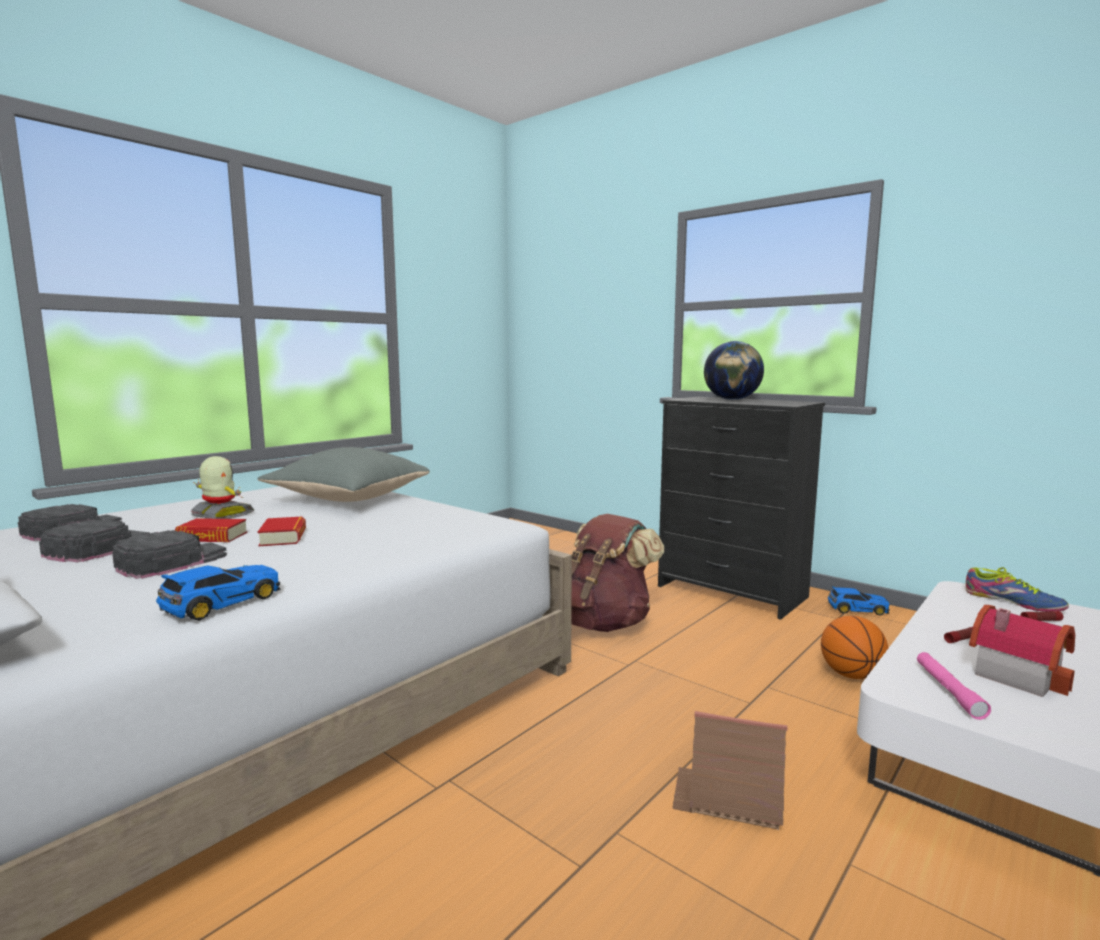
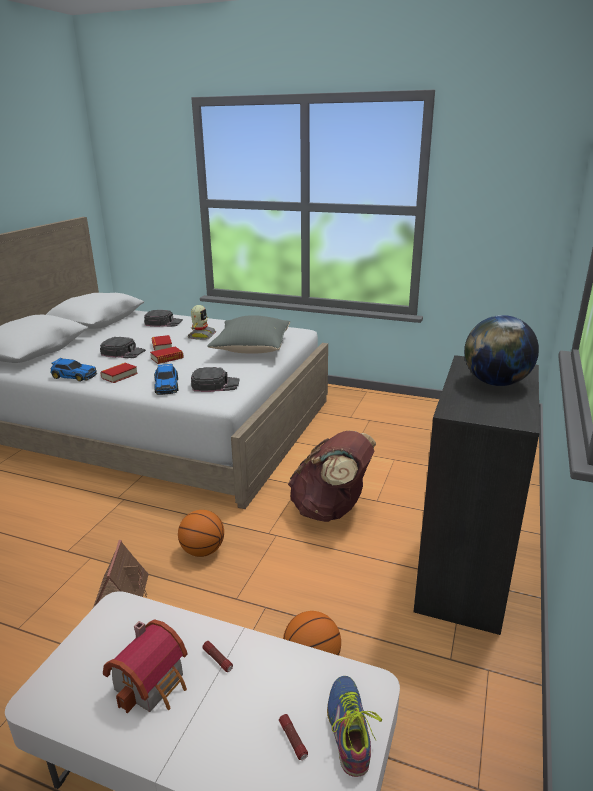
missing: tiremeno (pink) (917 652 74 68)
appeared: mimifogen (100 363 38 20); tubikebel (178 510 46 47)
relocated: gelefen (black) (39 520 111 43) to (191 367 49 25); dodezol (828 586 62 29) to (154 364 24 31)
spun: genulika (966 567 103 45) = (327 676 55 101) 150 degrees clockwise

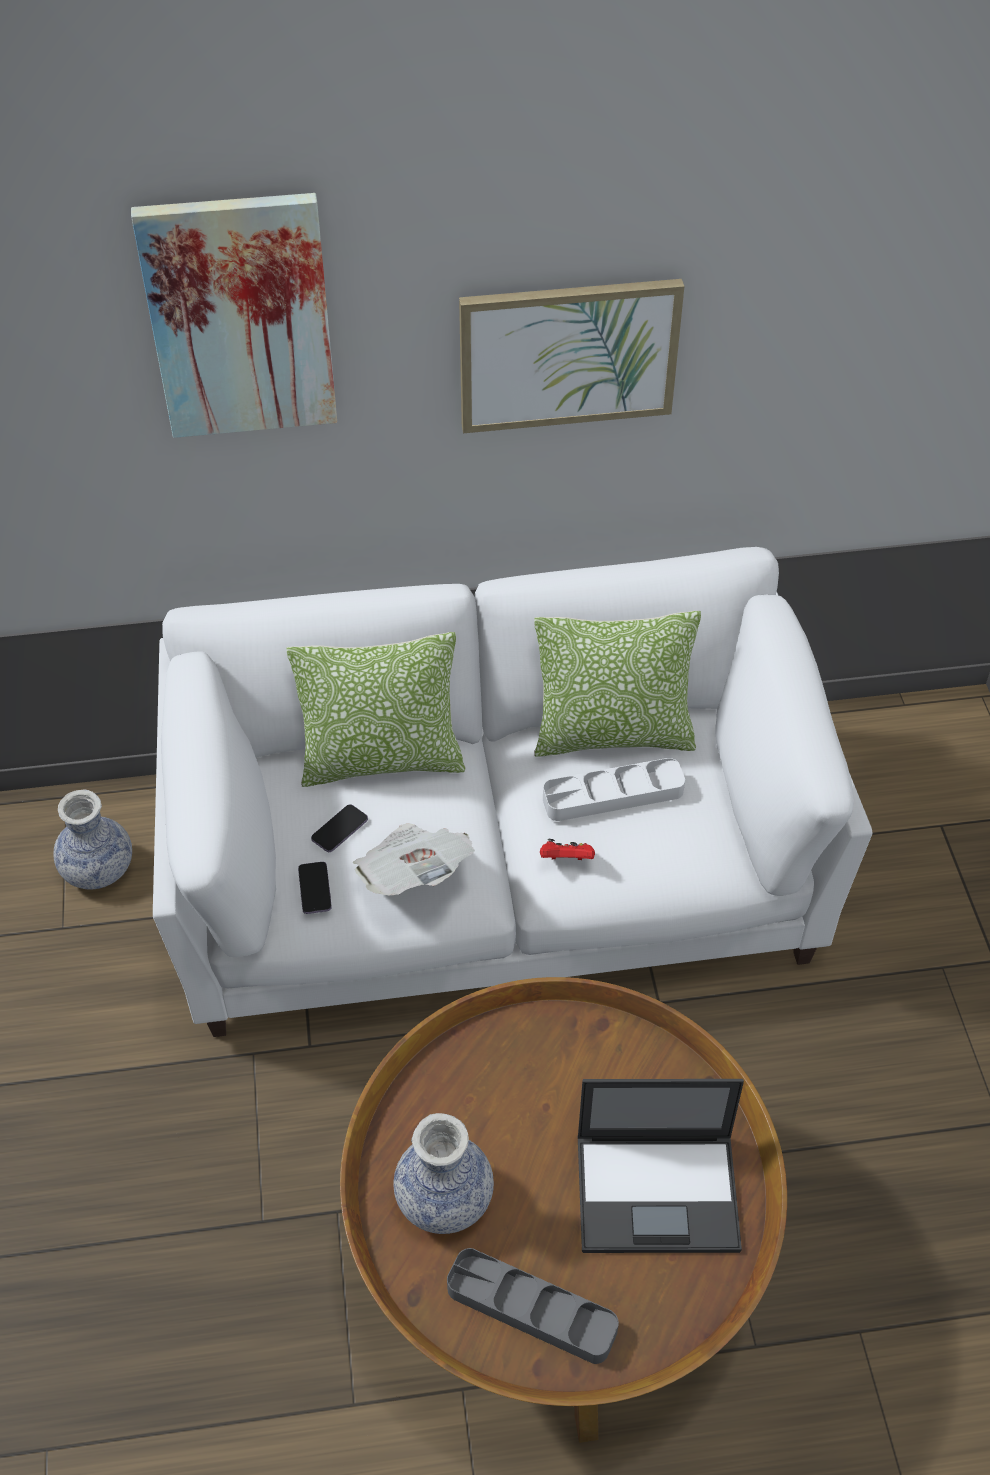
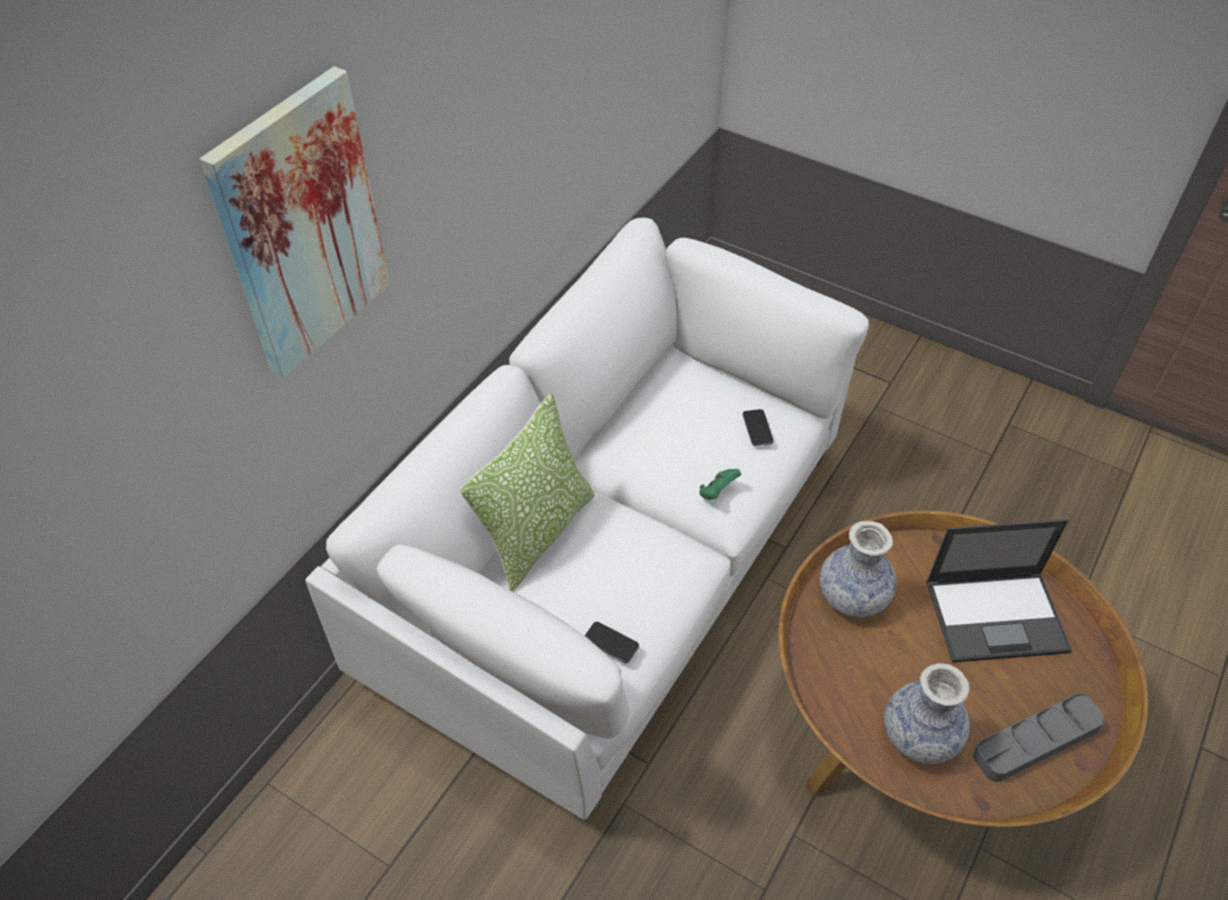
missing: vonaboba (353 823 122 72); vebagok (459 279 225 154); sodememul (534 611 167 146); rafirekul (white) (543 758 142 63)
relocated: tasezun (53 789 79 100) to (820 521 77 96); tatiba (311 804 57 48) to (743 409 31 37)
colour: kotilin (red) (540 839 55 21) to kotilin (green) (699 469 42 31)
spun: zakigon (578 1079 166 174) = (926 519 146 144) 45 degrees clockwise

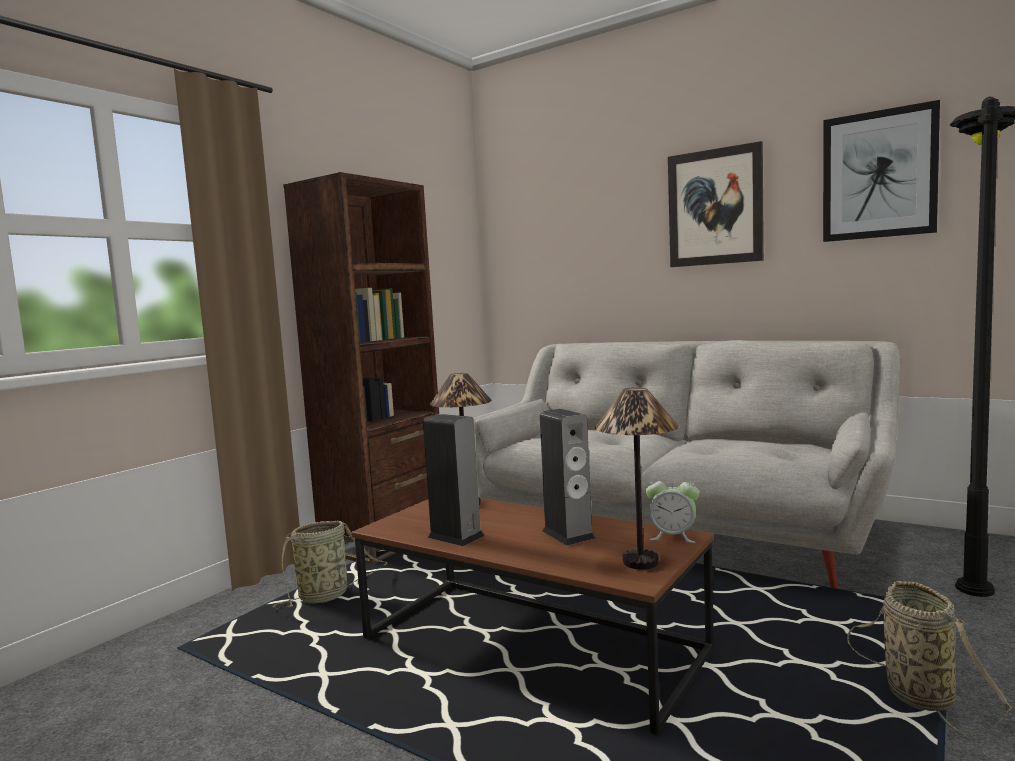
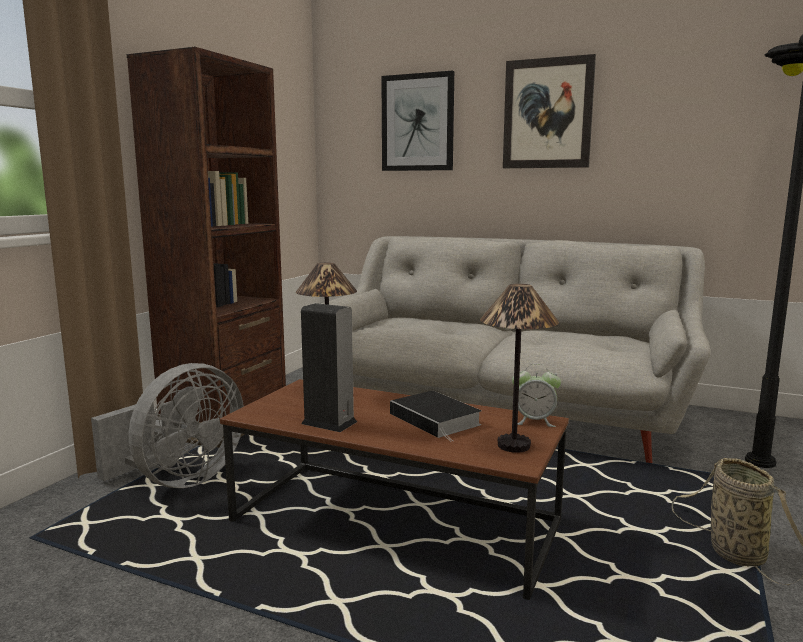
relocated: vebagok (823 100 117 142) to (381 71 73 100)
exchanged: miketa (273 521 115 87) to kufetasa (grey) (91 363 153 125); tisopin (540 409 56 136) to mimifogen (390 391 91 51)

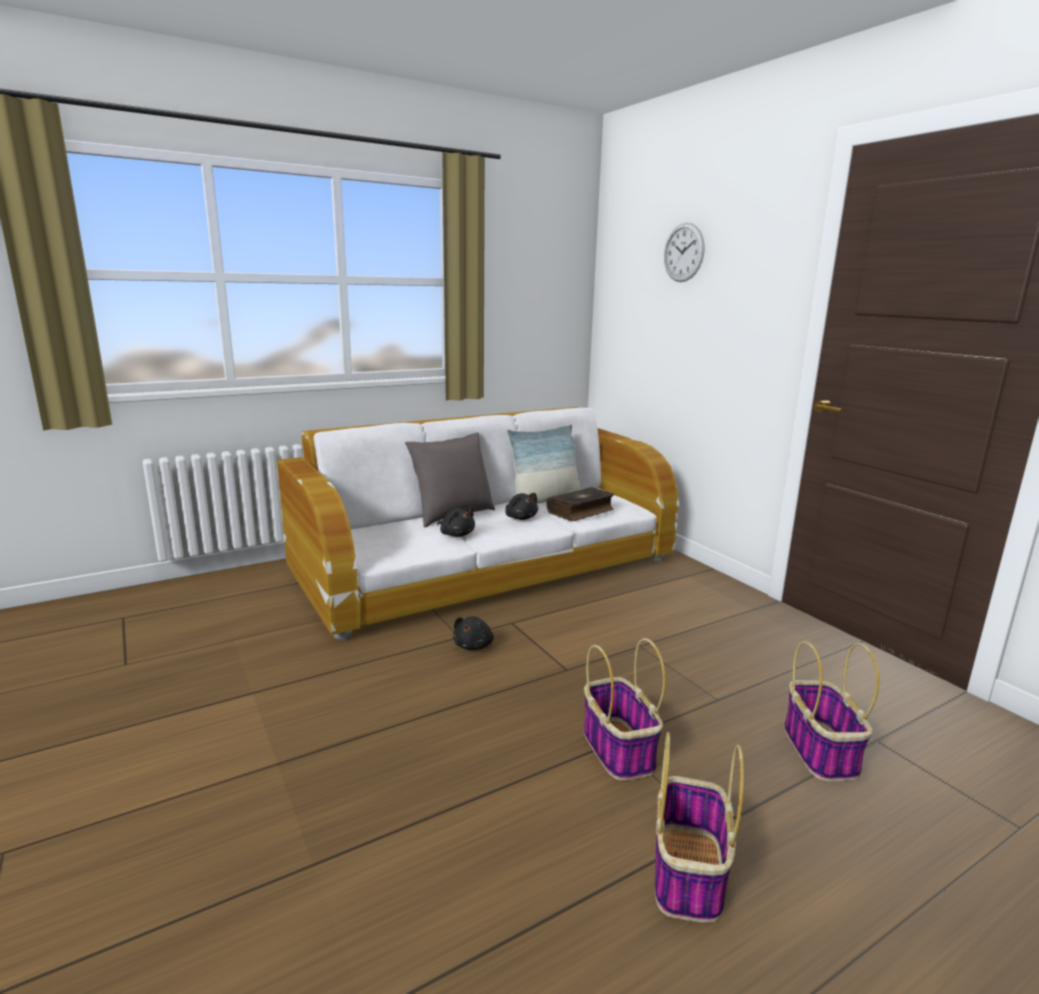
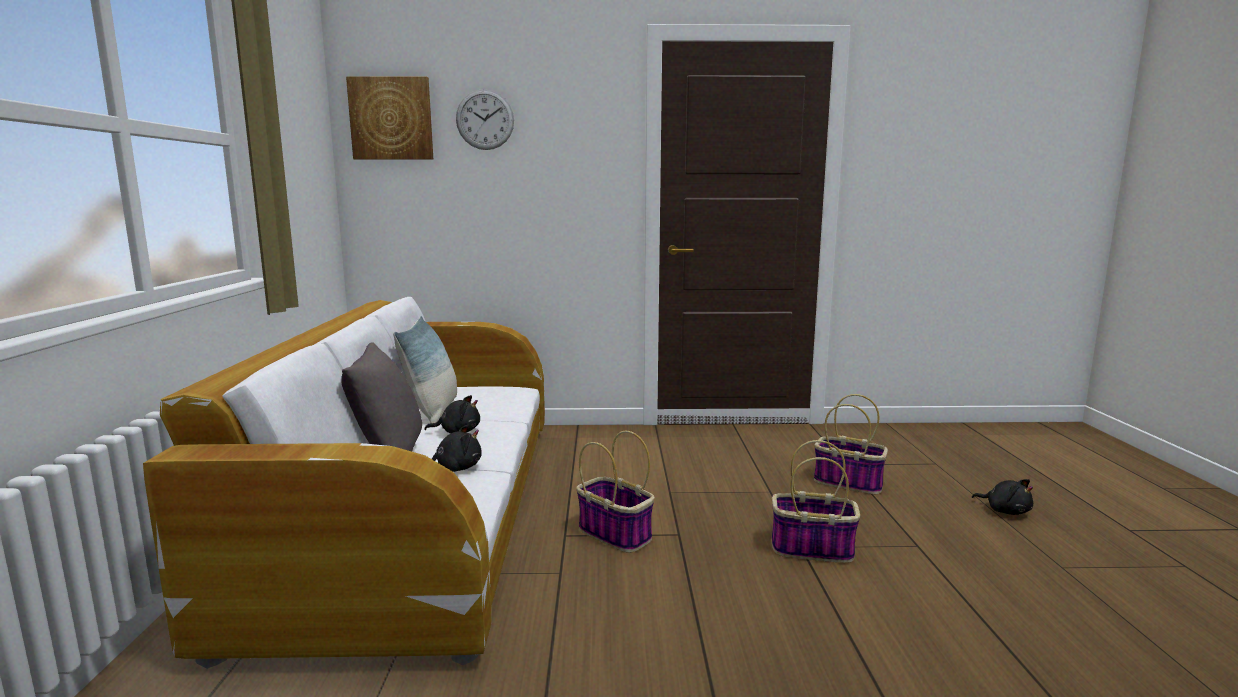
missing: mimifogen (547 487 68 34)
appeared: vebagok (346 76 87 84)
relocated: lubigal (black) (453 617 41 33) to (972 479 61 36); miketa (655 732 89 191) to (577 431 78 122)

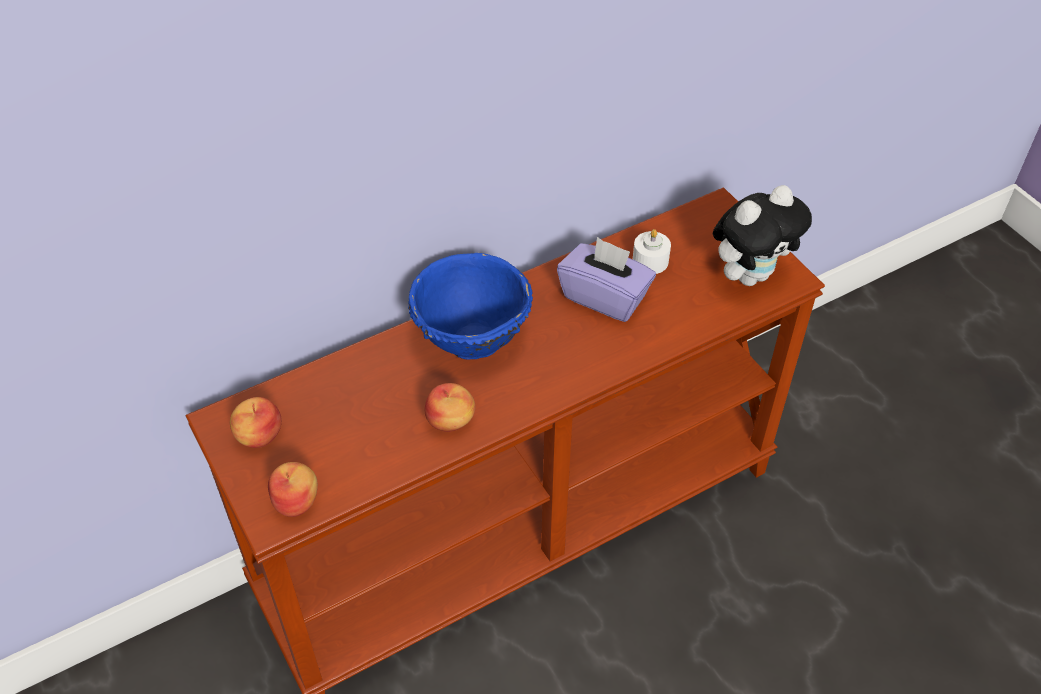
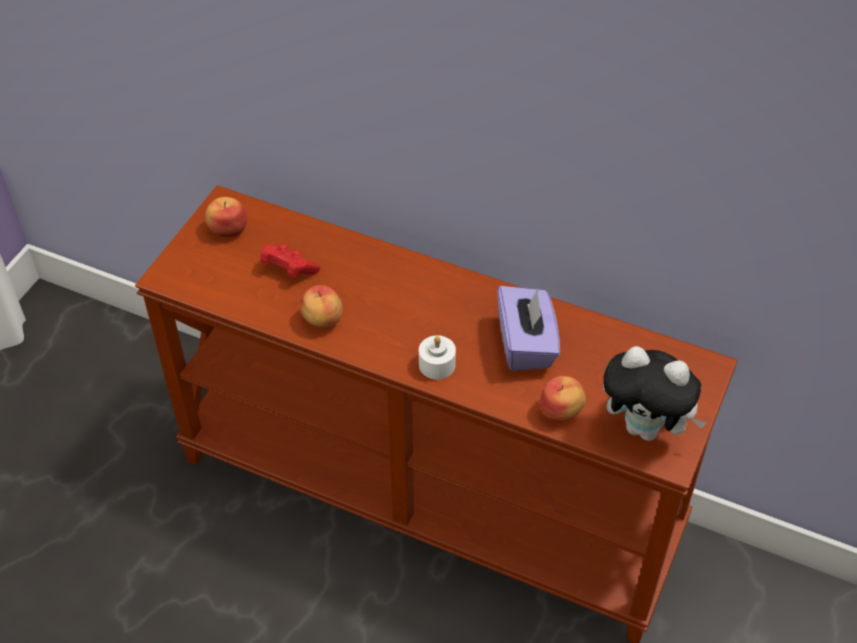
missing: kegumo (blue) (408 253 125 107)
appeared: kotilin (red) (261 244 59 34)
relocated: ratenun (268 462 50 55) to (539 376 47 46); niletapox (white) (633 229 38 45) to (419 335 37 44)

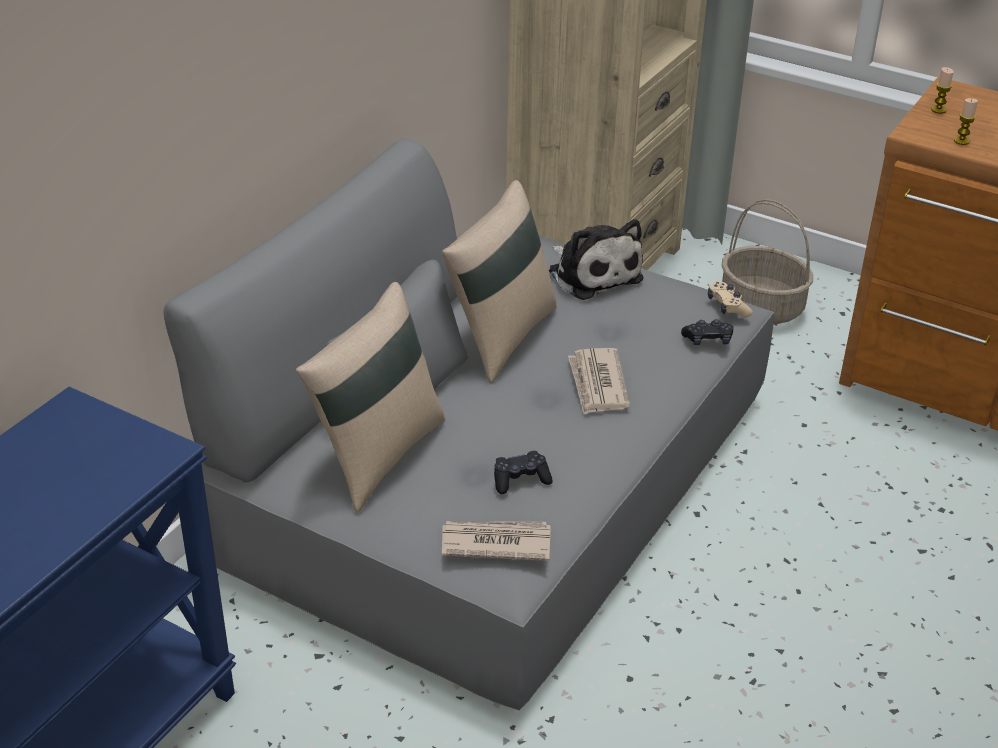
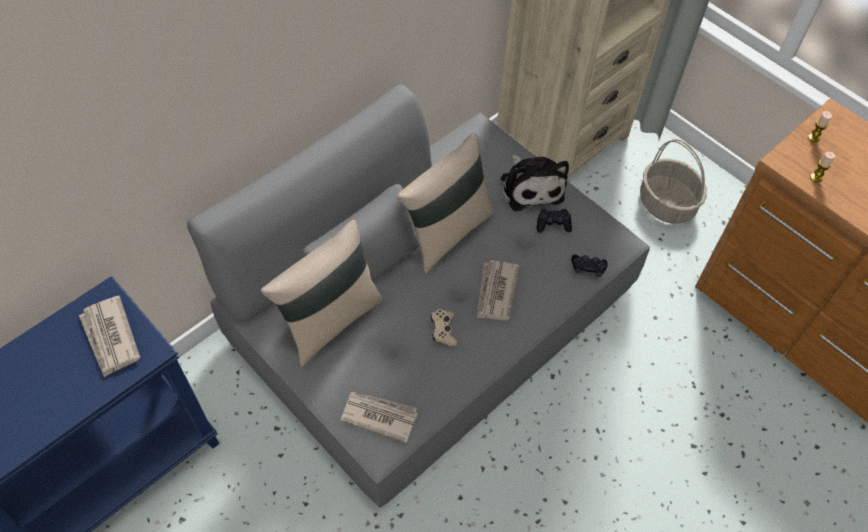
appeared: vonaboba (79 296 61 81)
relocated: kotilin (black) (494 451 59 43) to (537 209 35 24); kotilin (beige) (708 281 45 36) to (431 309 26 37)

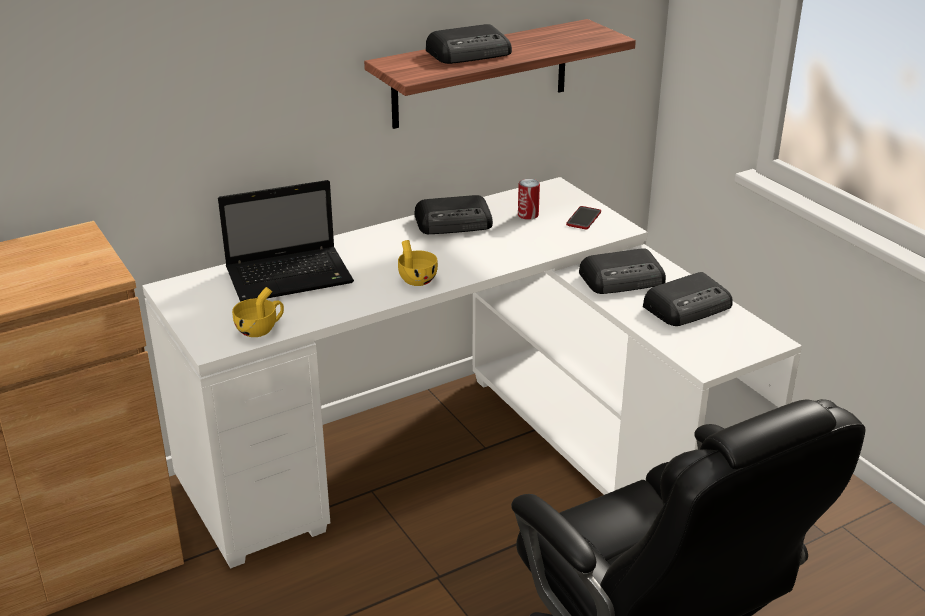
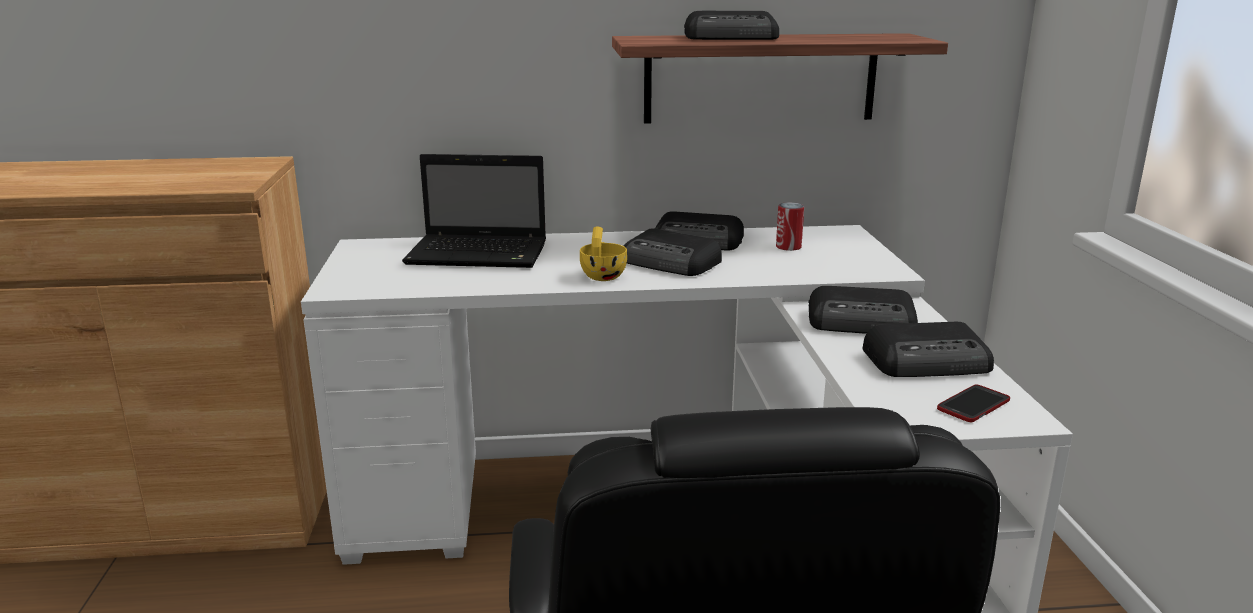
missing: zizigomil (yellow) (232 287 52 50)
appeared: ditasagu (624 228 98 48)
relocated: tatiba (566 206 35 23) to (937 384 73 38)

